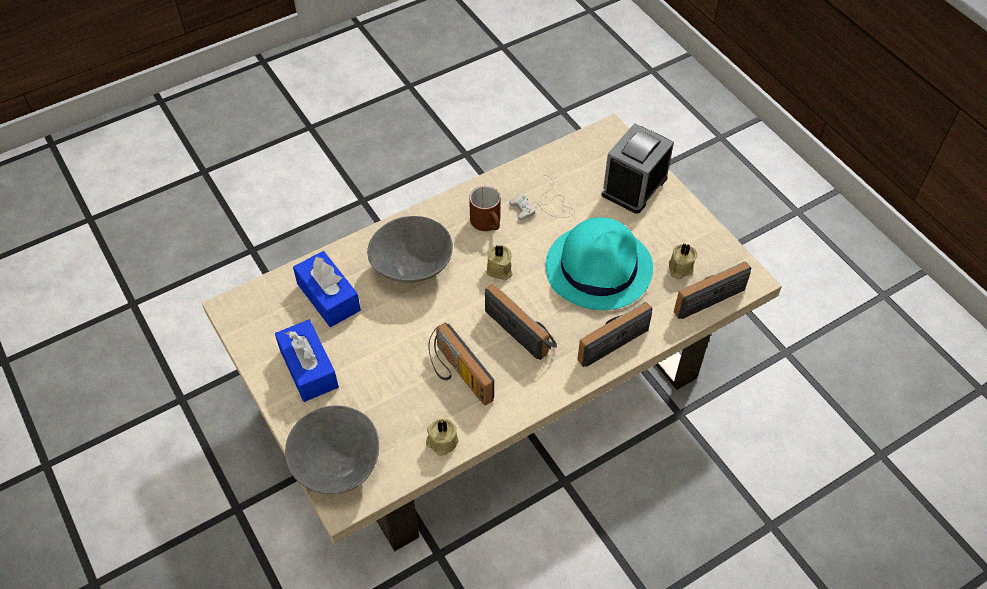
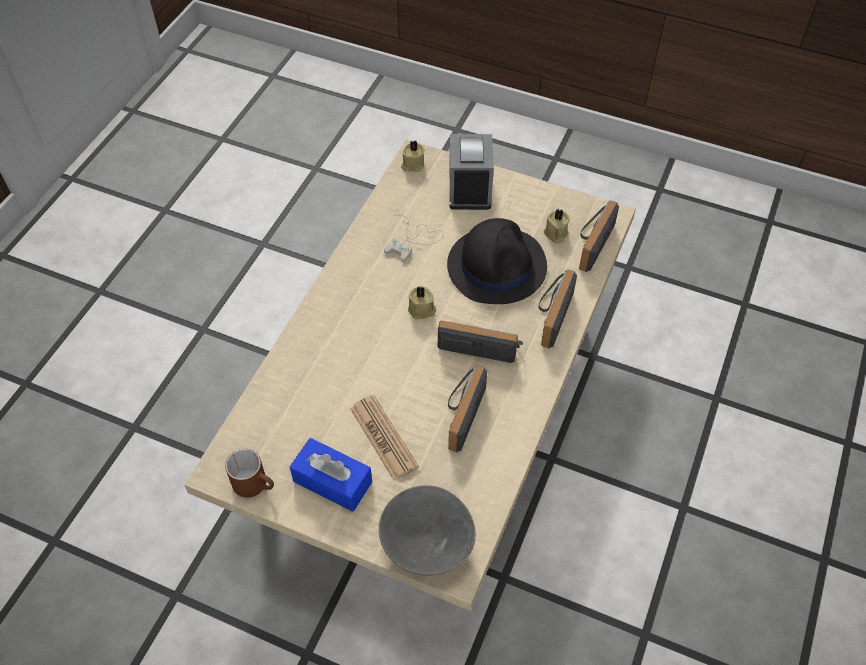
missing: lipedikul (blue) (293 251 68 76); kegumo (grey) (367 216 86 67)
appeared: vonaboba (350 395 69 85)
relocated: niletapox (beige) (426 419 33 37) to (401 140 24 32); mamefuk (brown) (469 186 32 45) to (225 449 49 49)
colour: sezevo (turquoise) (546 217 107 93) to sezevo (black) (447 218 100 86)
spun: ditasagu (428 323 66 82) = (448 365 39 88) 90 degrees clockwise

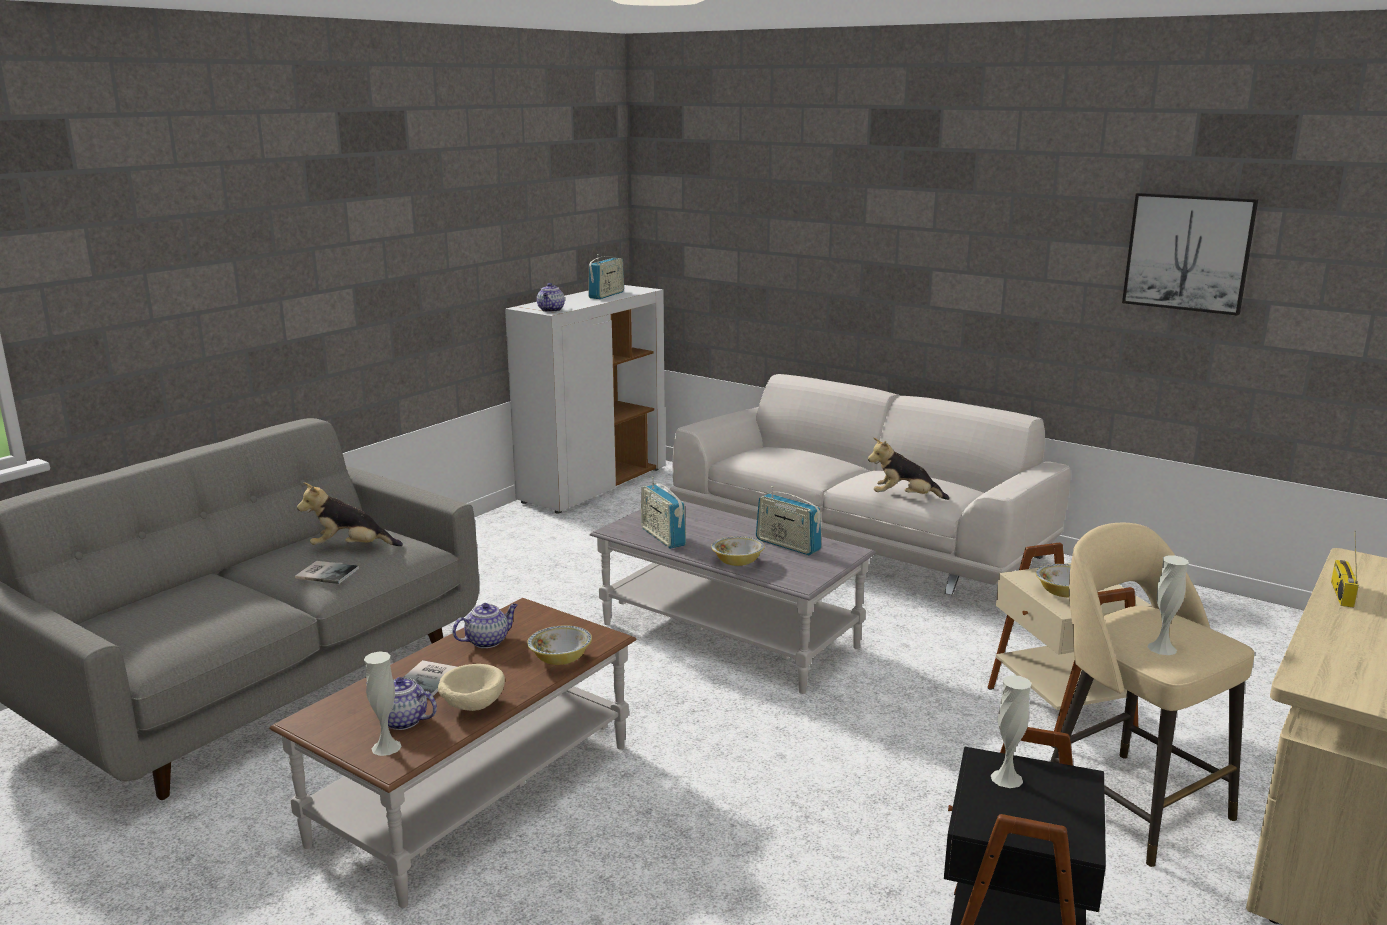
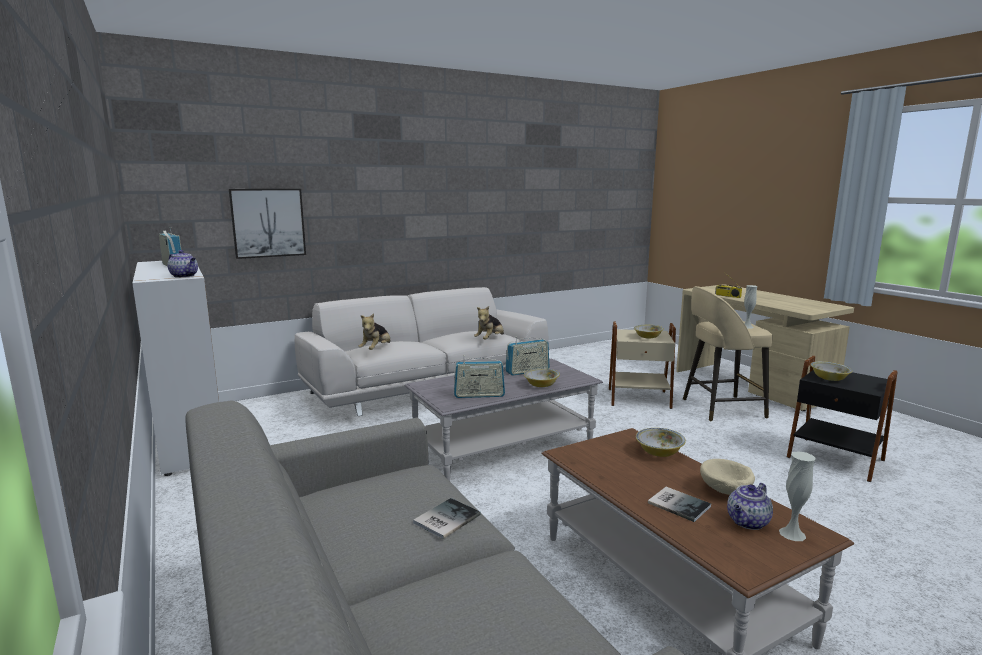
missing: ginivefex (452 603 66 45)
relocated: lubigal (297 482 106 64) to (358 313 32 37); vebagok (1122 193 136 123) to (229 189 77 70)
exchanged: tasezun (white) (991 675 41 113) to kegumo (810 361 42 20)

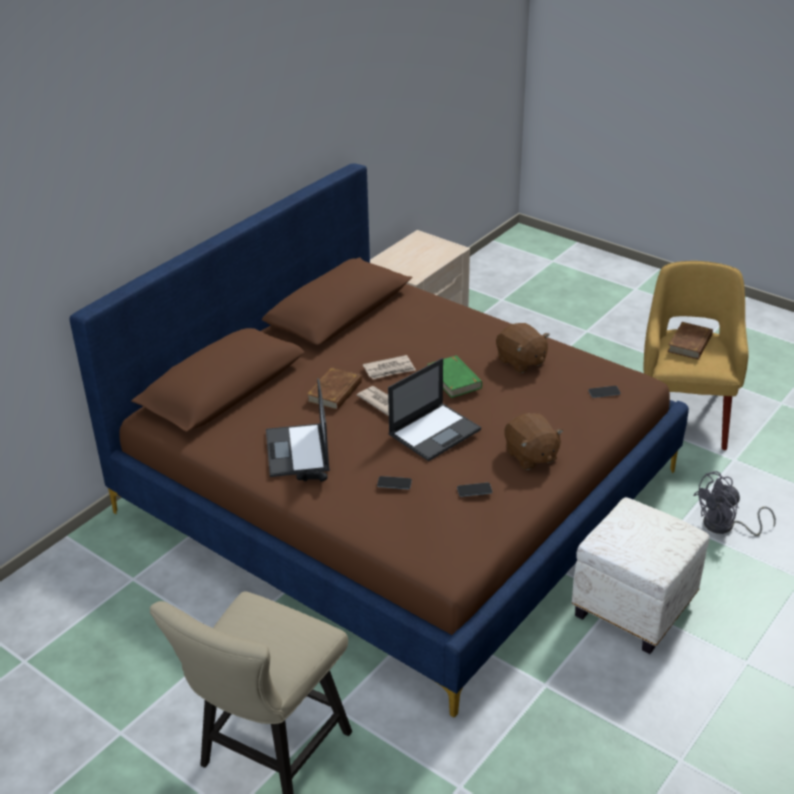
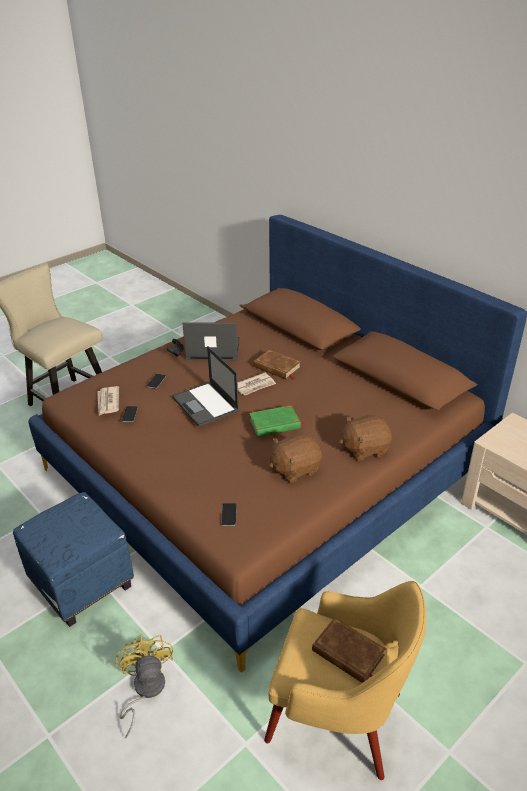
relocated: vonaboba (363 355 53 24) to (97 386 22 29); lubigal (brown) (505 413 58 57) to (339 414 53 47)
colour: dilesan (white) (572 497 138 157) to dilesan (blue) (13 492 121 135); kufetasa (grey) (693 471 83 65) to kufetasa (yellow) (115 635 58 103)

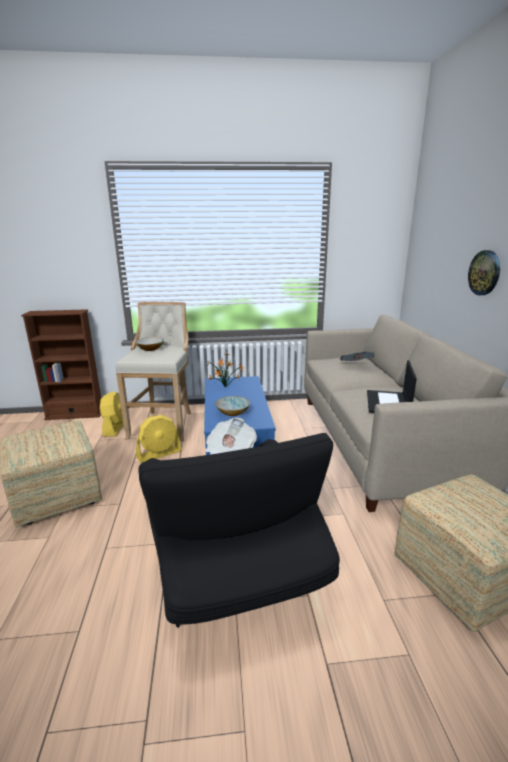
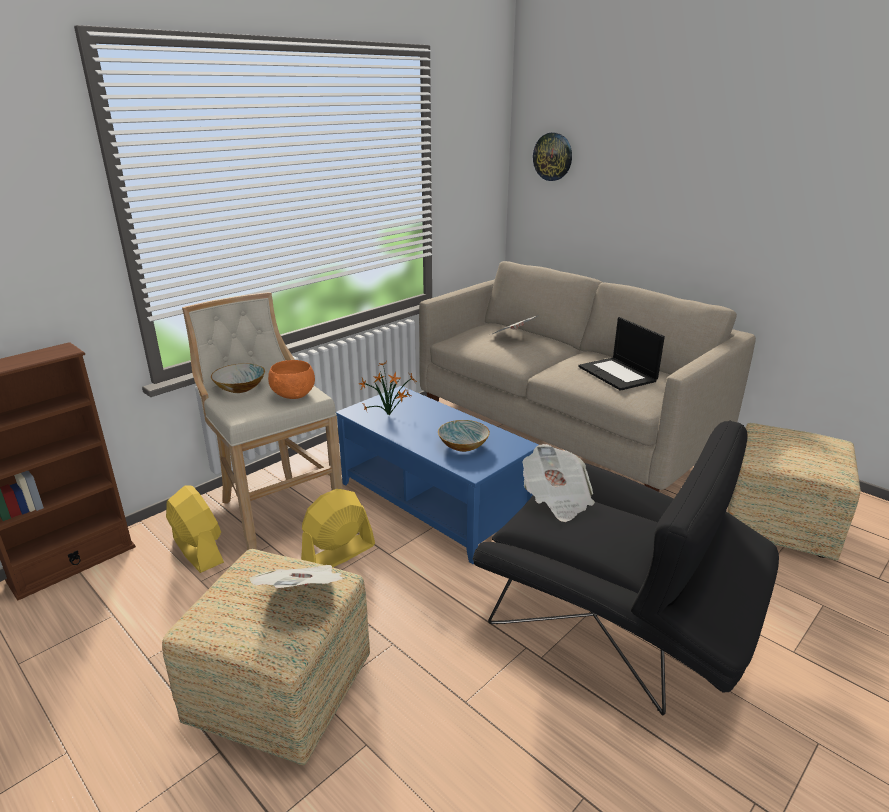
appeared: vonaboba (250 565 94 23); kegumo (orange) (268 360 47 39)
relocated: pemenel (468 250 32 45) to (533 132 39 49)
spun: kufetasa (yellow) (136 415 46 48) = (301 489 74 78) 150 degrees counterclockwise

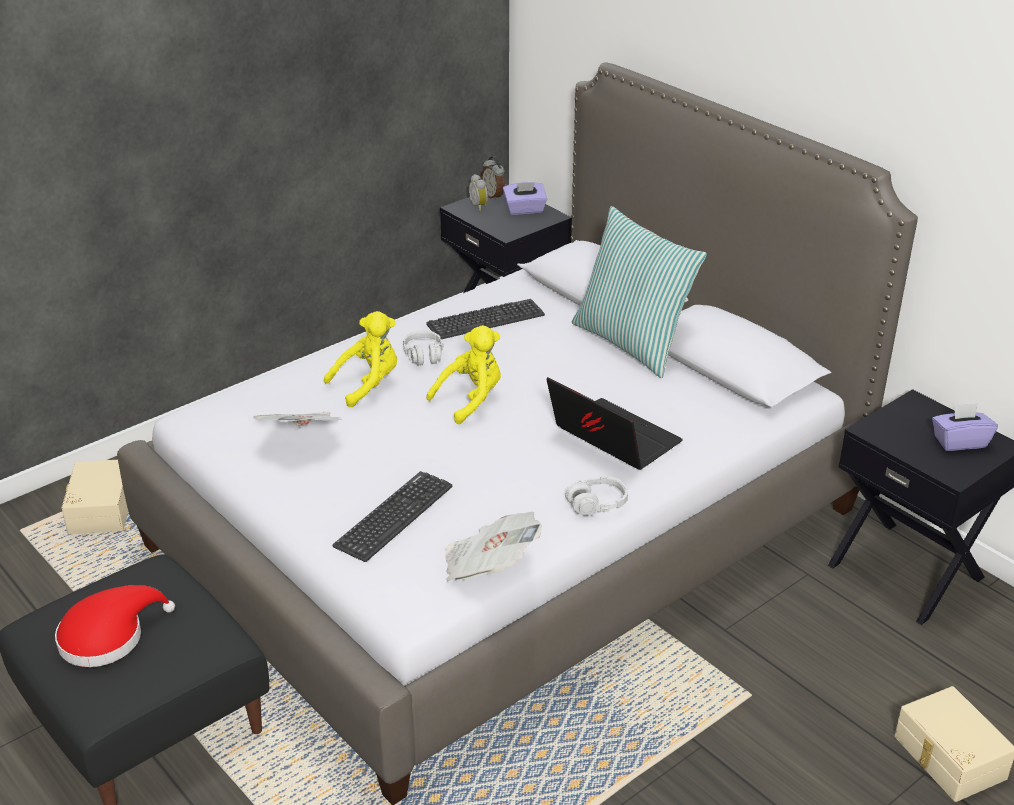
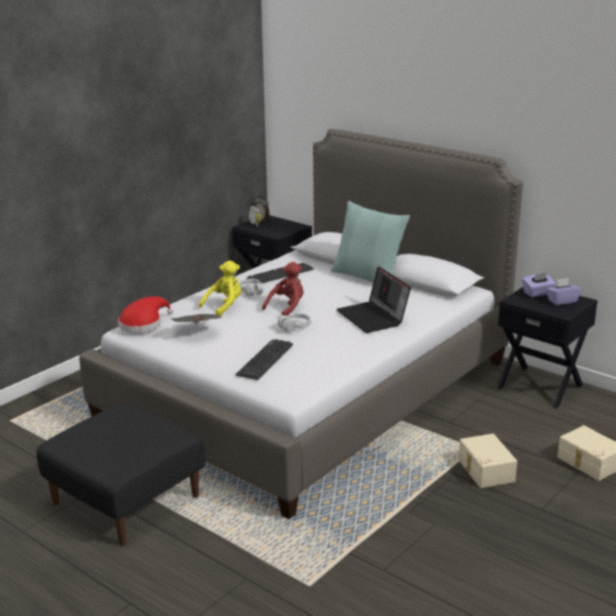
missing: vonaboba (445 511 97 70)
relocated: sezevo (red) (55 585 120 82) to (118 296 55 37); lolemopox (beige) (62 460 66 74) to (459 434 58 54); lipedikul (purple) (503 182 44 33) to (522 273 34 24); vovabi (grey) (565 476 63 40) to (277 313 34 19)
colour: lubigal (yellow) (426 325 75 99) to lubigal (red) (262 262 42 54)
spun: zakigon (546 377 137 93) = (336 266 75 67) 150 degrees counterclockwise

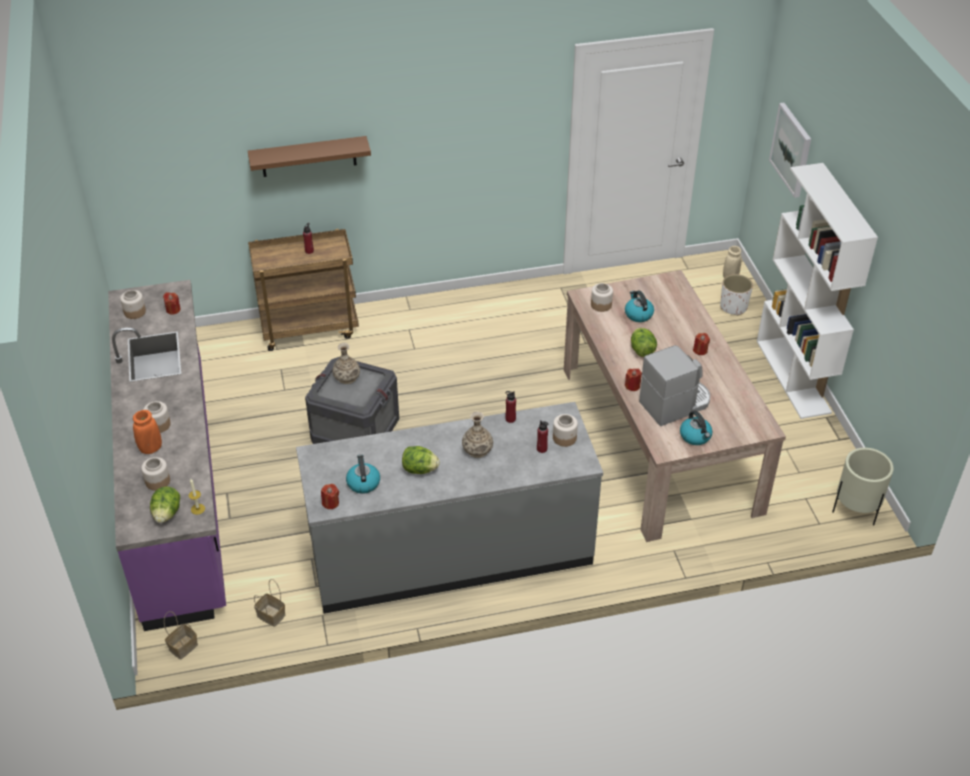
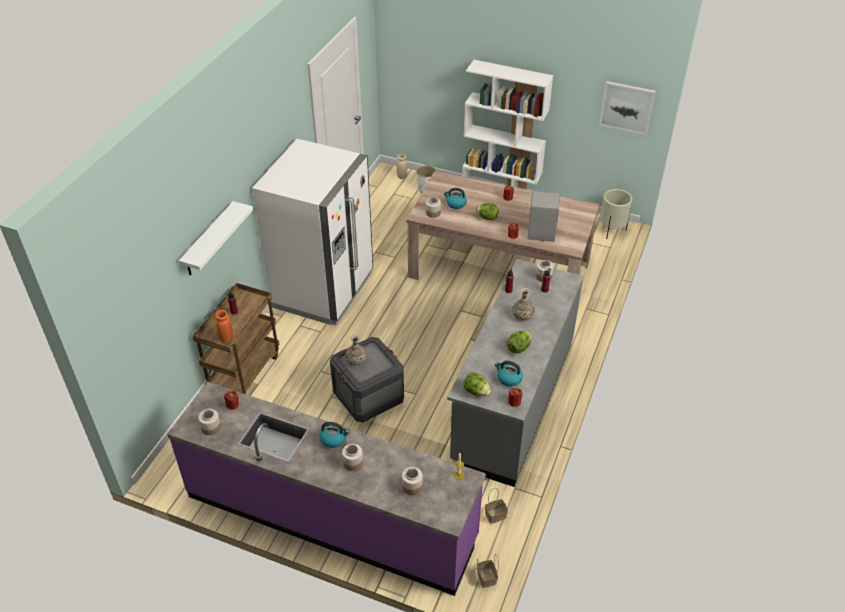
appeared: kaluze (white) (252 139 121 186)
relocated: tasezun (orange) (133 410 29 44) to (215 310 18 32); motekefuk (150 486 30 37) to (463 372 28 24); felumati (680 411 32 34) to (319 422 31 26); vebagok (769 103 42 95) to (599 81 57 54)
colour: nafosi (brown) (248 136 123 41) to nafosi (white) (179 201 74 74)

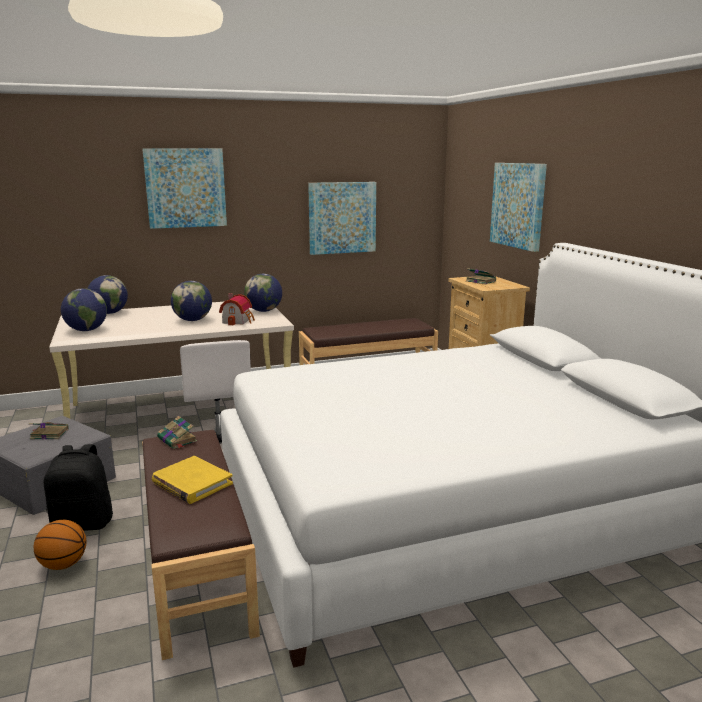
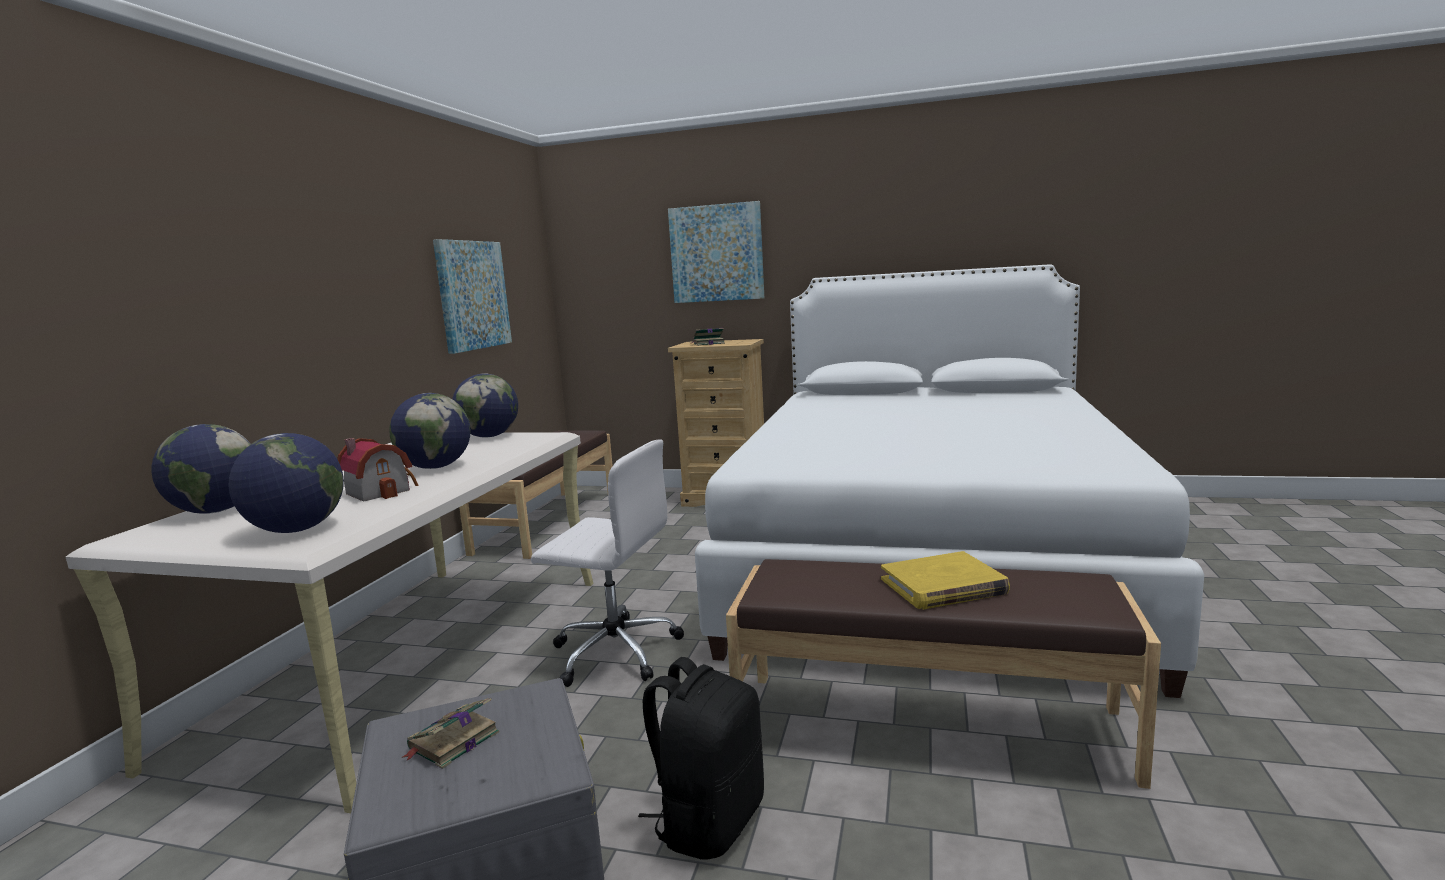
missing: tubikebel (34 520 52 50); vebagok (142 148 85 81); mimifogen (157 416 40 33)
relocated: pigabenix (219 293 36 33) to (337 438 81 64)

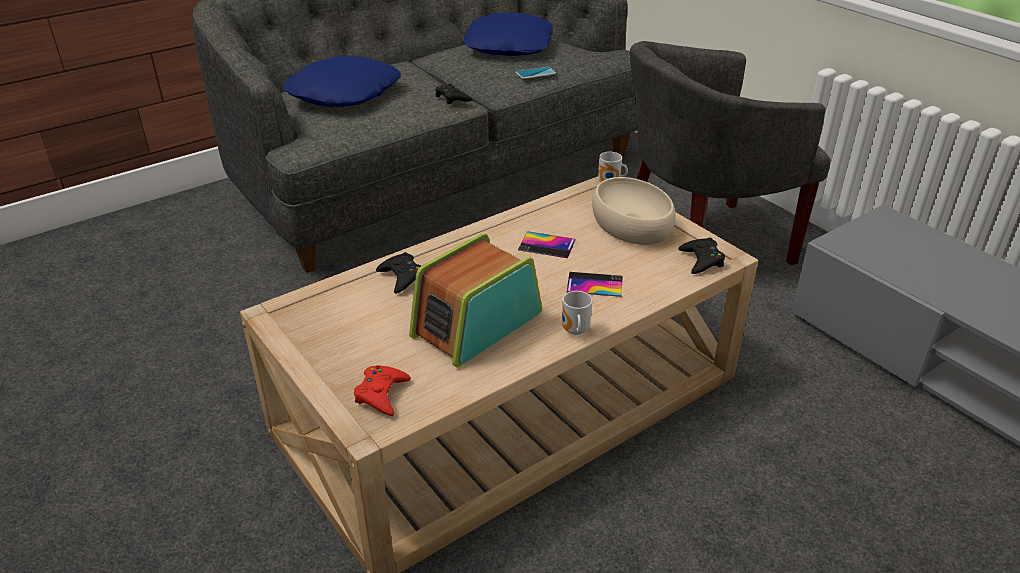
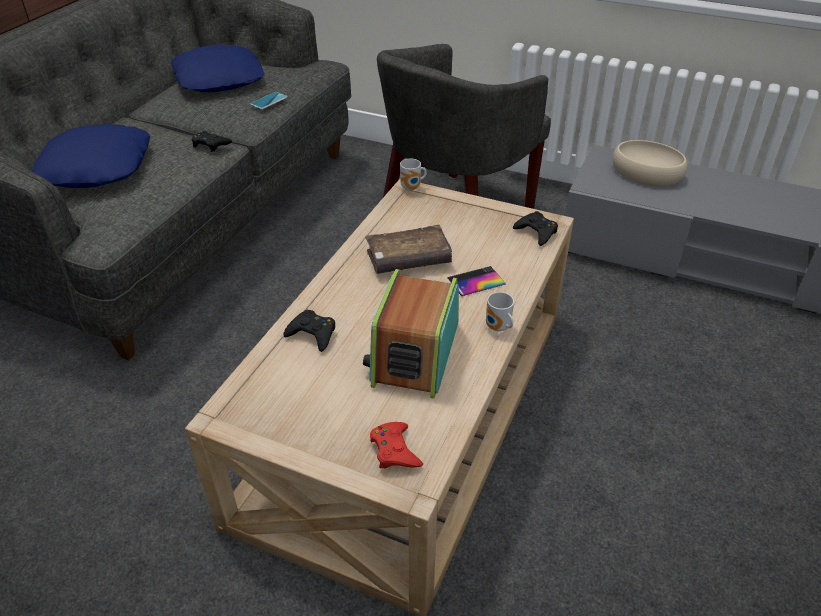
relocated: kegumo (beige) (592 177 84 68) to (613 140 74 47)
exchanged: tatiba (518 231 58 27) to mimifogen (brown) (365 225 87 49)

